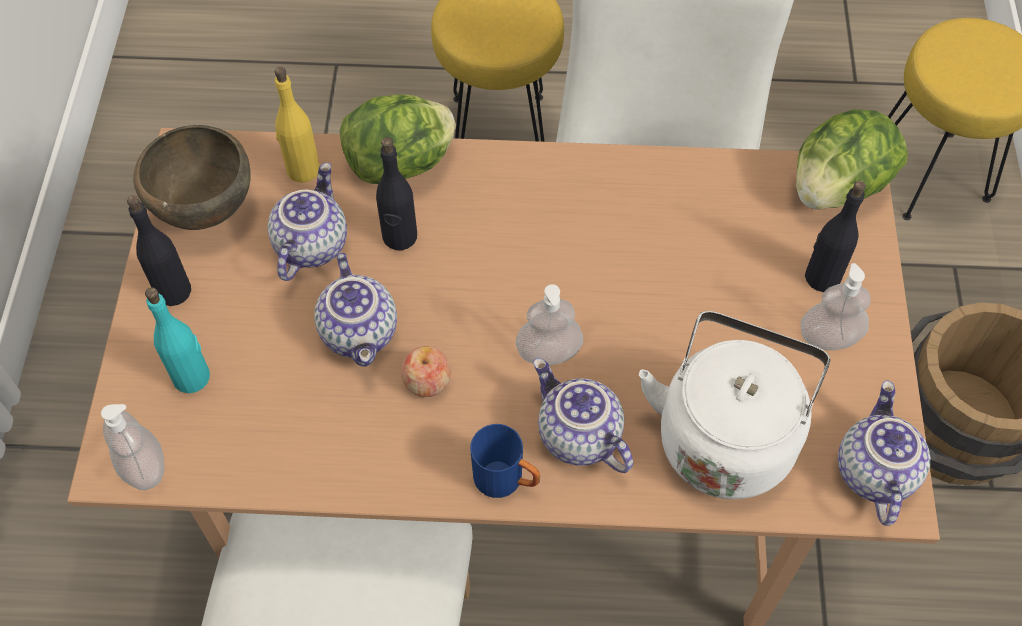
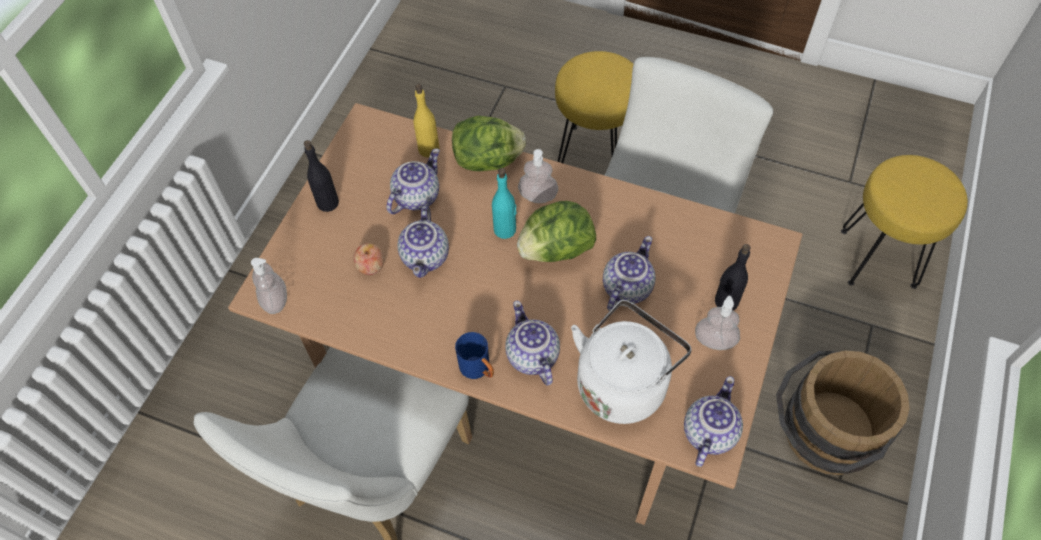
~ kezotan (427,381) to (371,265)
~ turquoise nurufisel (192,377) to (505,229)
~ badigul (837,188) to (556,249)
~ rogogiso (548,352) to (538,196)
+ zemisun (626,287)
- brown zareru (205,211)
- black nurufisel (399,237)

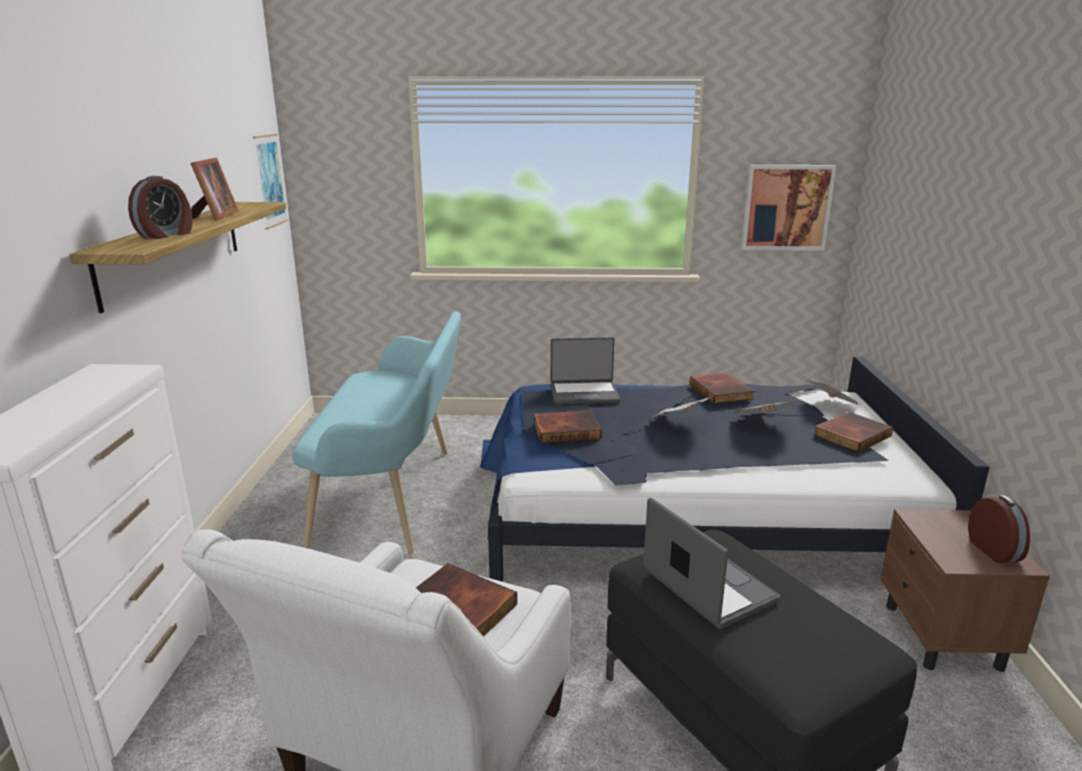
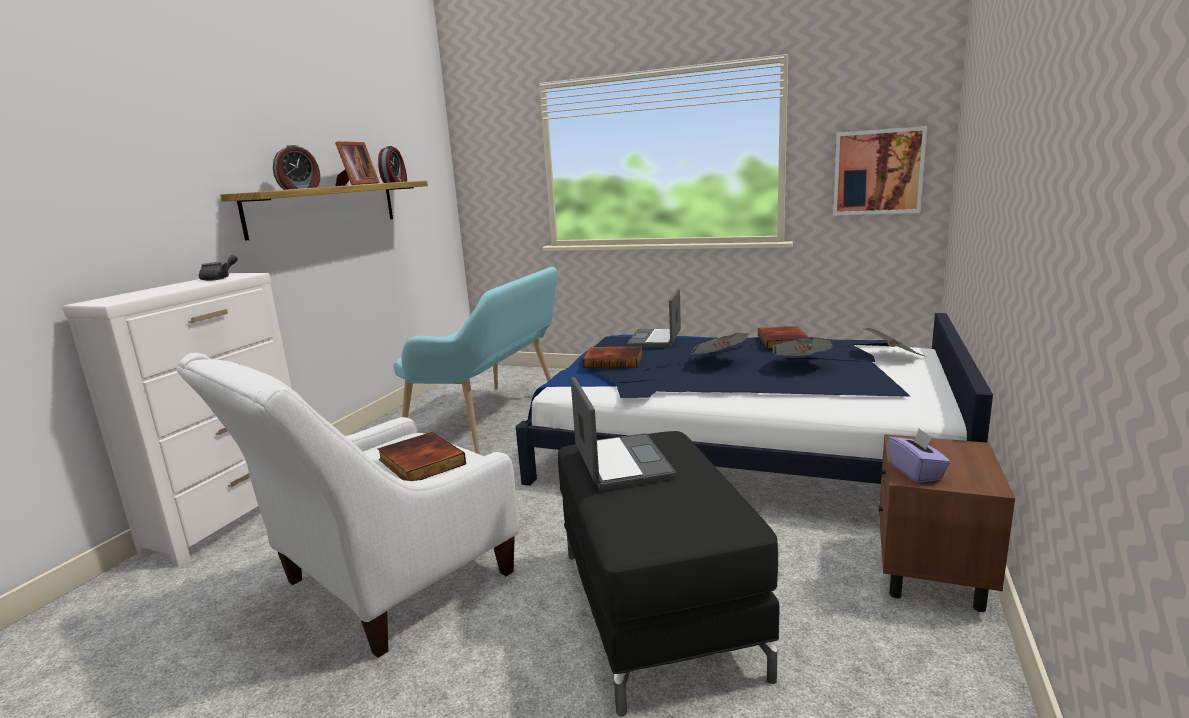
+ grey zemisun (220,278)
~ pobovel (995,550) to (395,182)
~ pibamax (584,394) = (656,339) 90 degrees clockwise
+ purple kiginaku (916,472)
- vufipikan (270,181)
- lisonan (851,435)

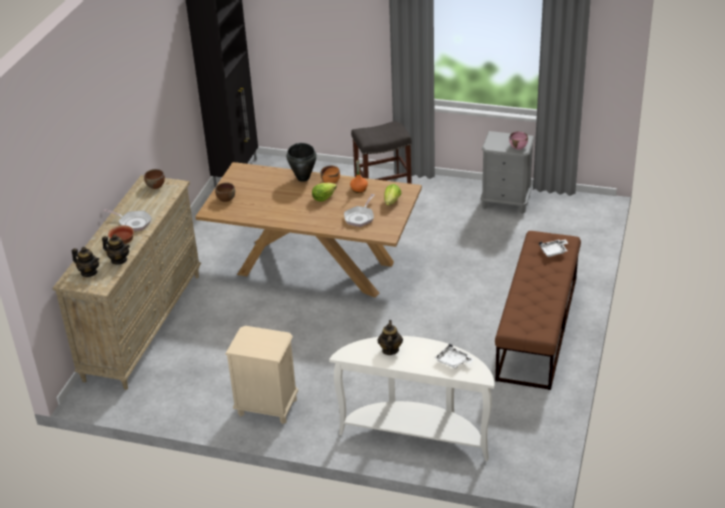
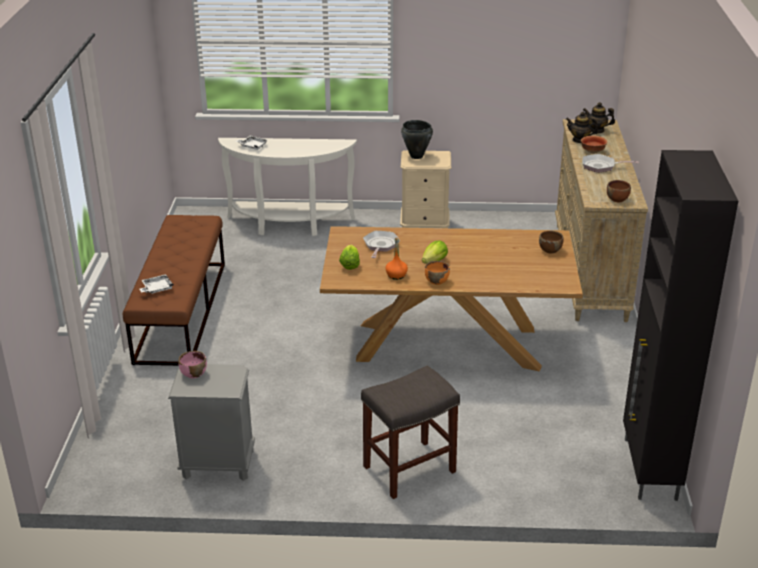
~ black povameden (303,178) to (416,156)
- zemisun (390,350)

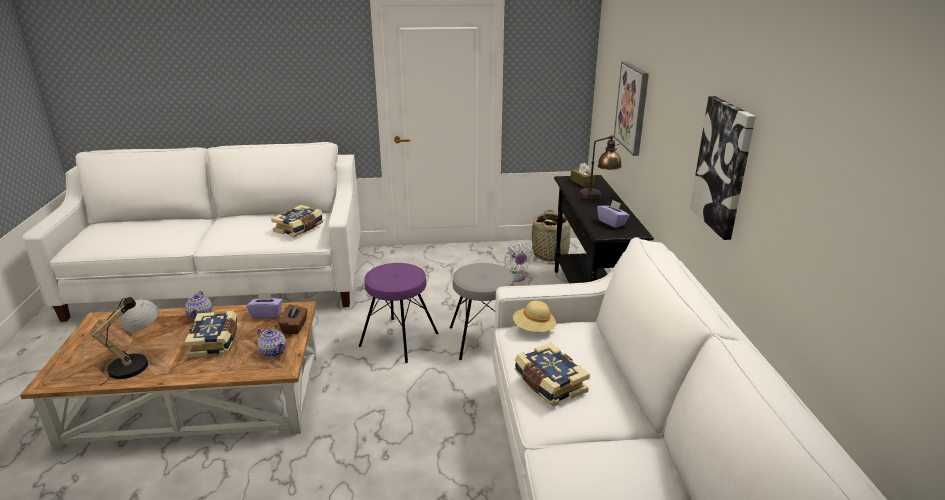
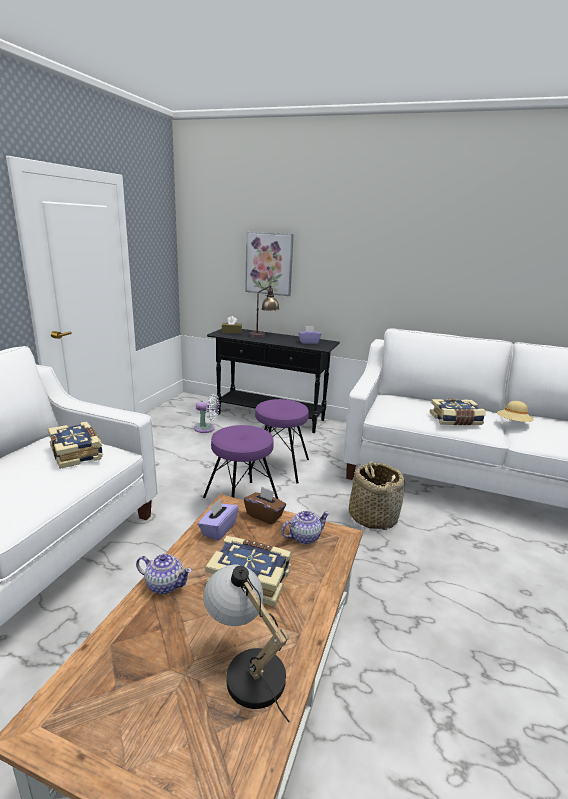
~ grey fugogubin (482,340) to purple fugogubin (279,466)
~ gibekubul (550,254) to (372,516)
~ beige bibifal (533,329) to (513,424)
- vufipikan (723,166)

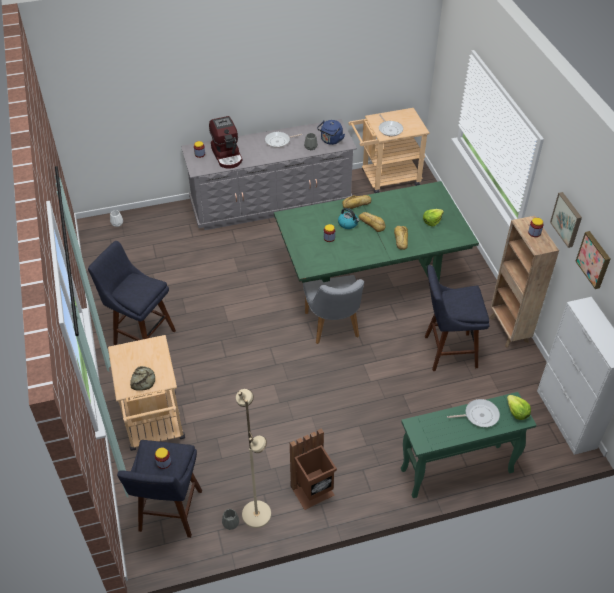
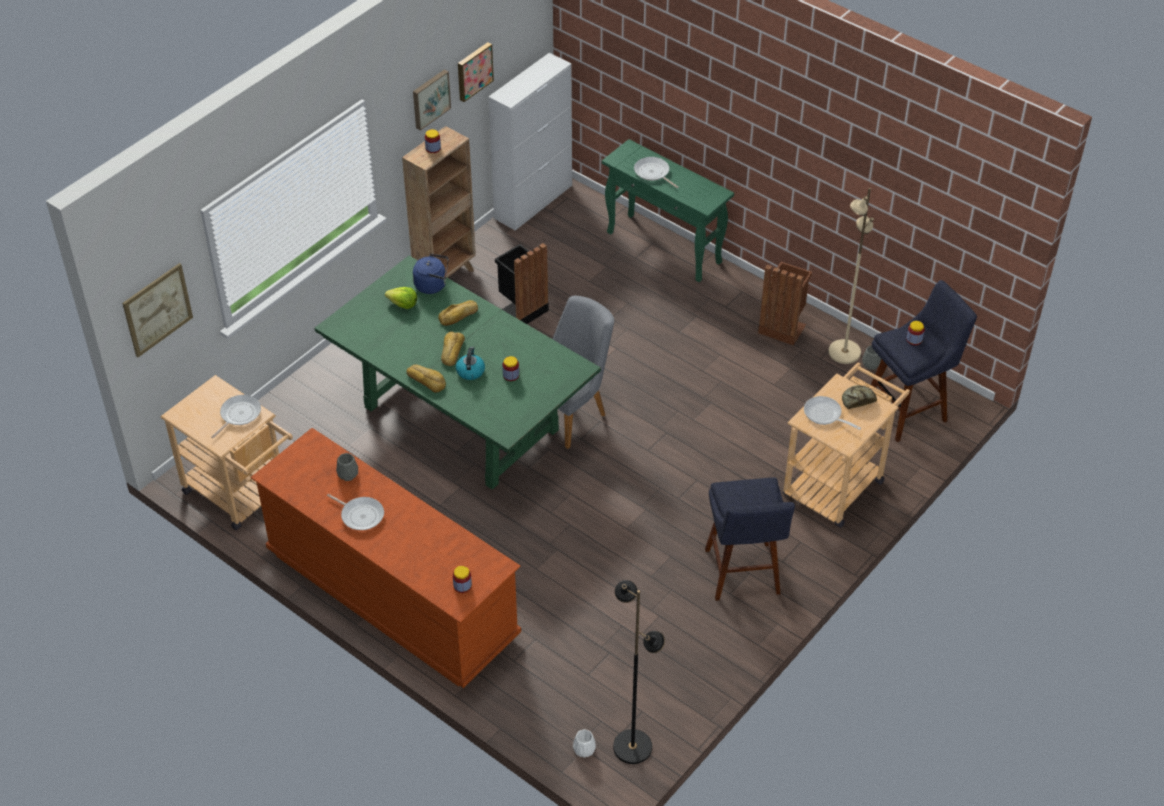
+ vufipikan (157,309)
~ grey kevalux (271,202) to brown kevalux (392,594)
~ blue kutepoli (330,141) to (433,285)
~ blue fugogubin (446,352) to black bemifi (521,310)
+ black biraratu (633,746)
+ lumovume (825,415)
- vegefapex (227,155)
- badigul (517,412)

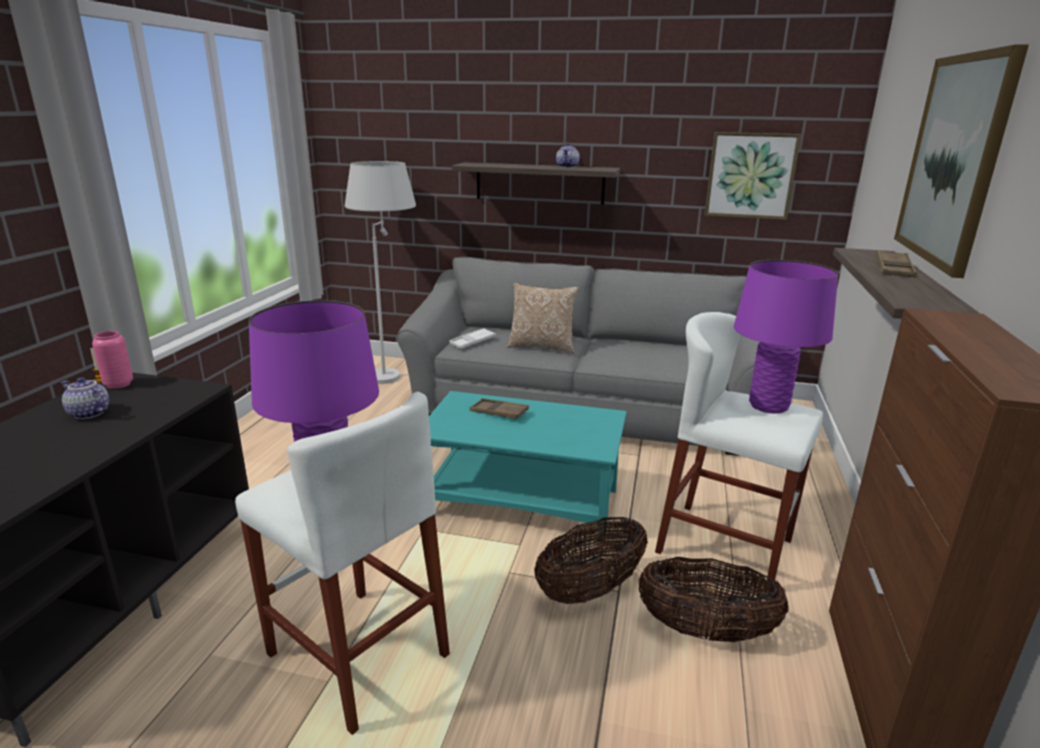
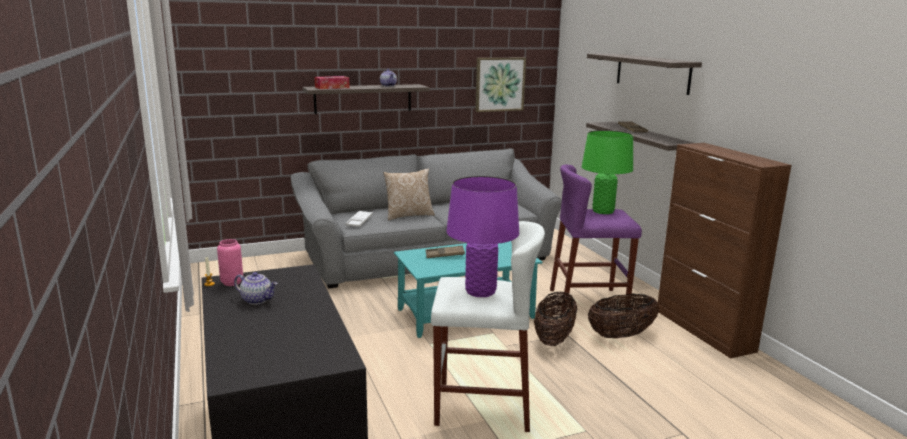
~ zemisun (88,413) = (257,300) 150 degrees counterclockwise
+ kiginaku (332,87)
~ white fugogubin (725,546) to purple fugogubin (588,301)
~ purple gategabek (768,406) to green gategabek (603,211)
~ vufipikan (954,160) to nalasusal (652,73)
- white biraratu (391,371)

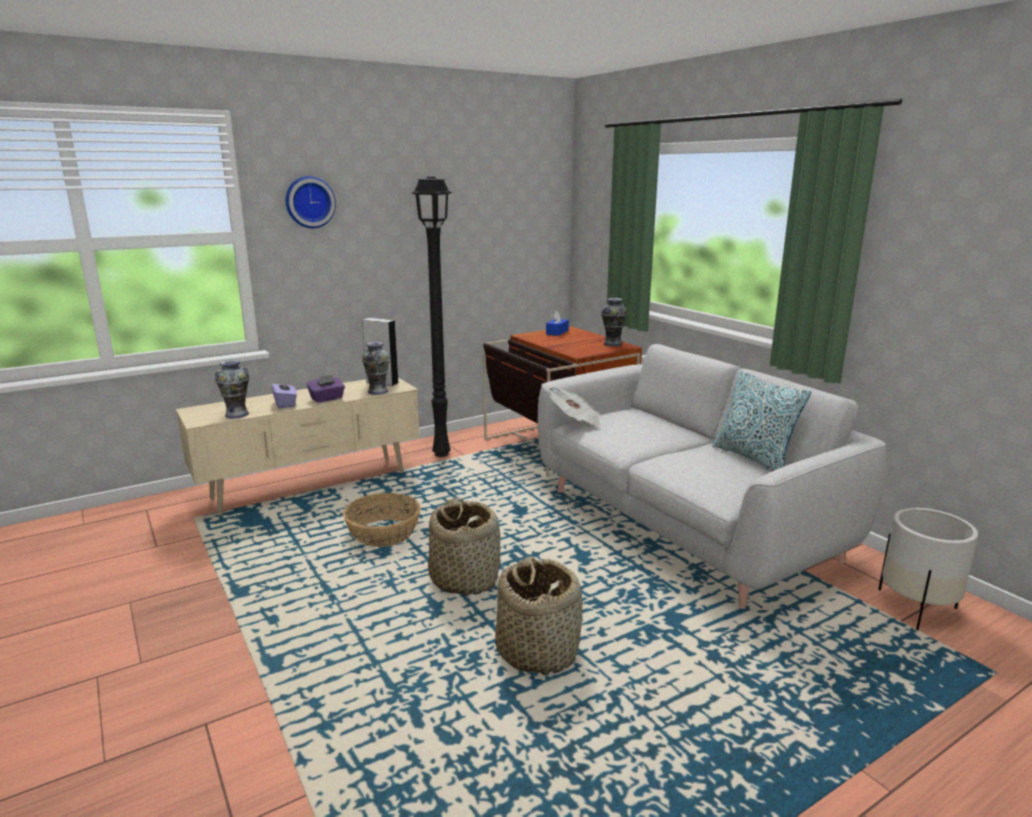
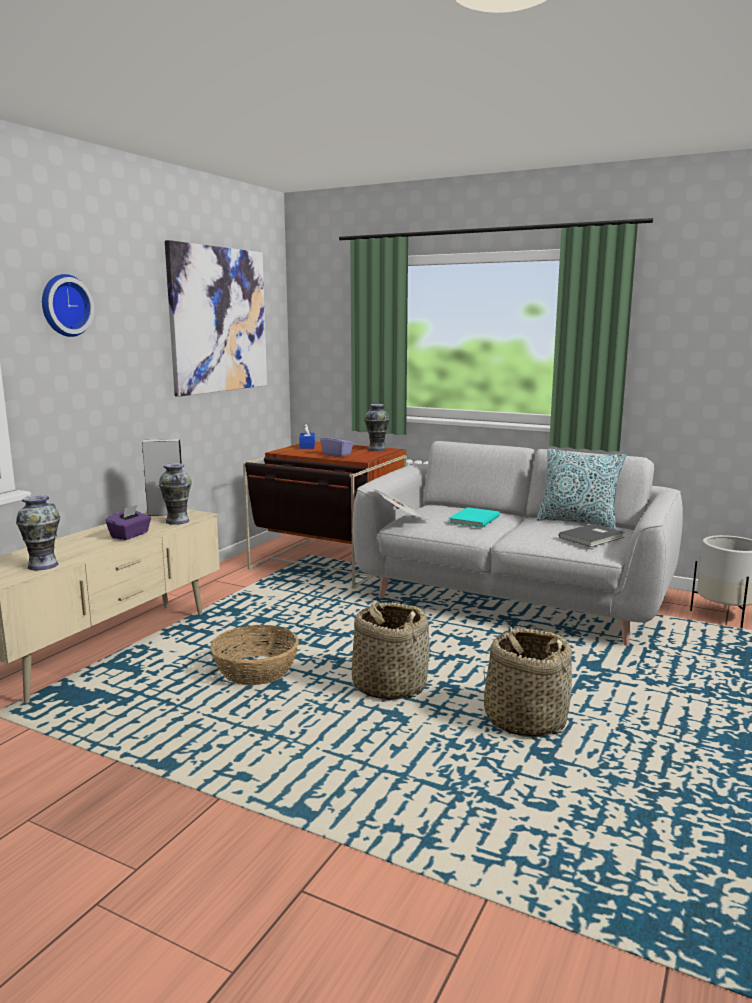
+ vufipikan (218,320)
~ purple kiginaku (285,404) to (337,454)
+ turquoise lisonan (472,519)
+ grey lisonan (593,537)
- black biraratu (443,454)

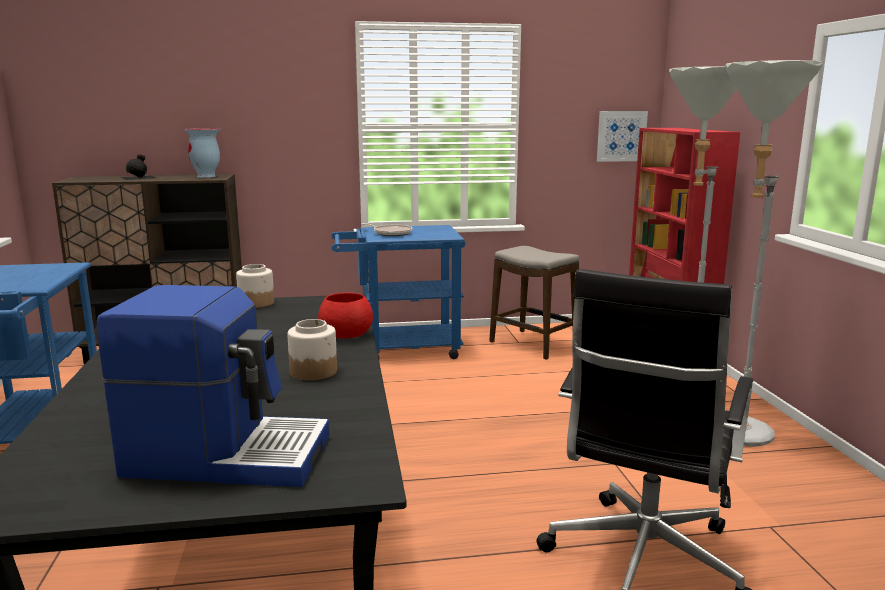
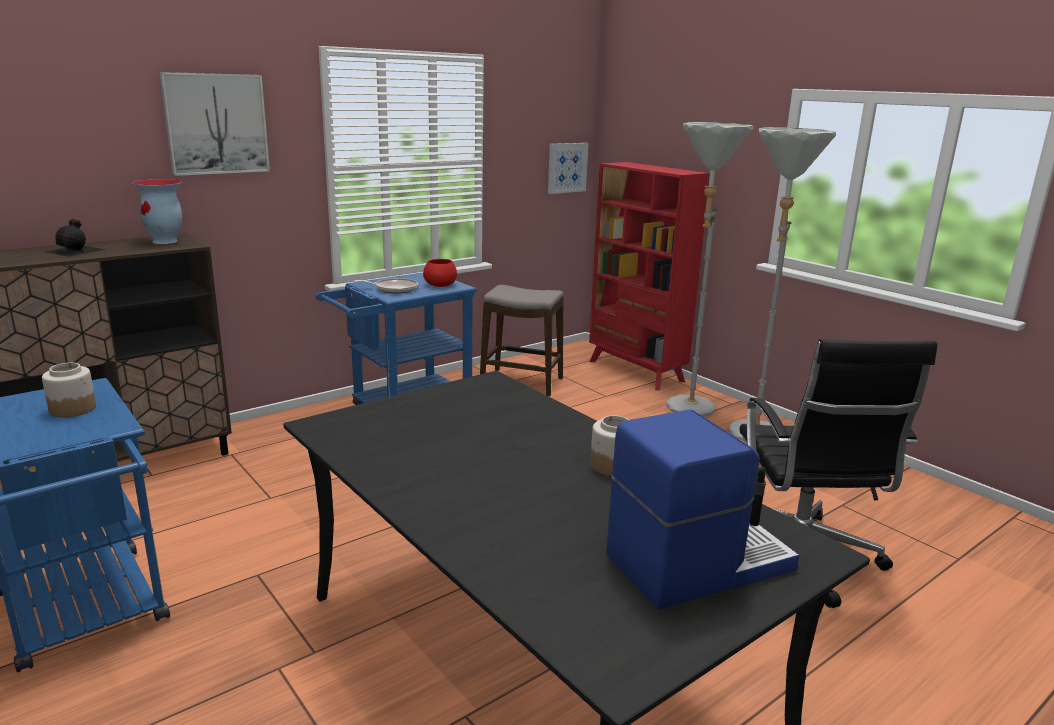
~ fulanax (256,303) to (73,409)
+ vufipikan (216,124)
~ red zareru (347,334) to (440,285)

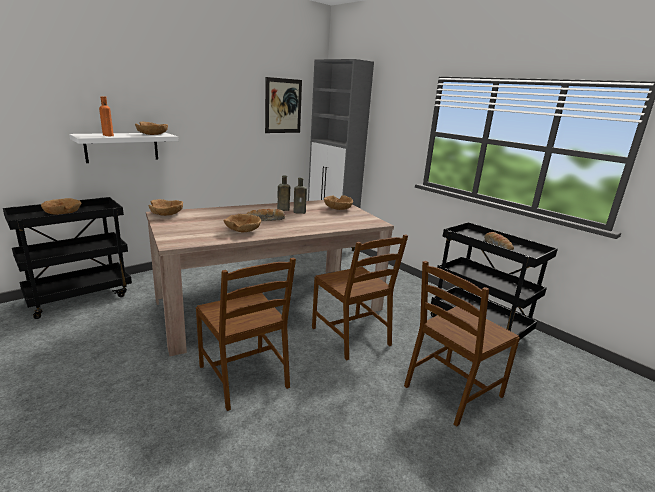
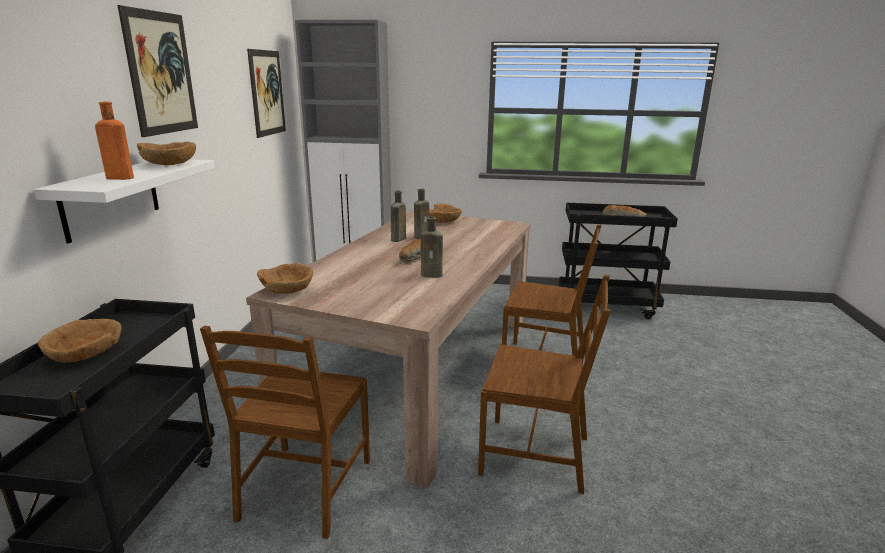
+ vufipikan (161,73)
~ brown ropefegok (452,391) to (305,489)
~ brown zareru (242,230) to brown nurufisel (433,275)

